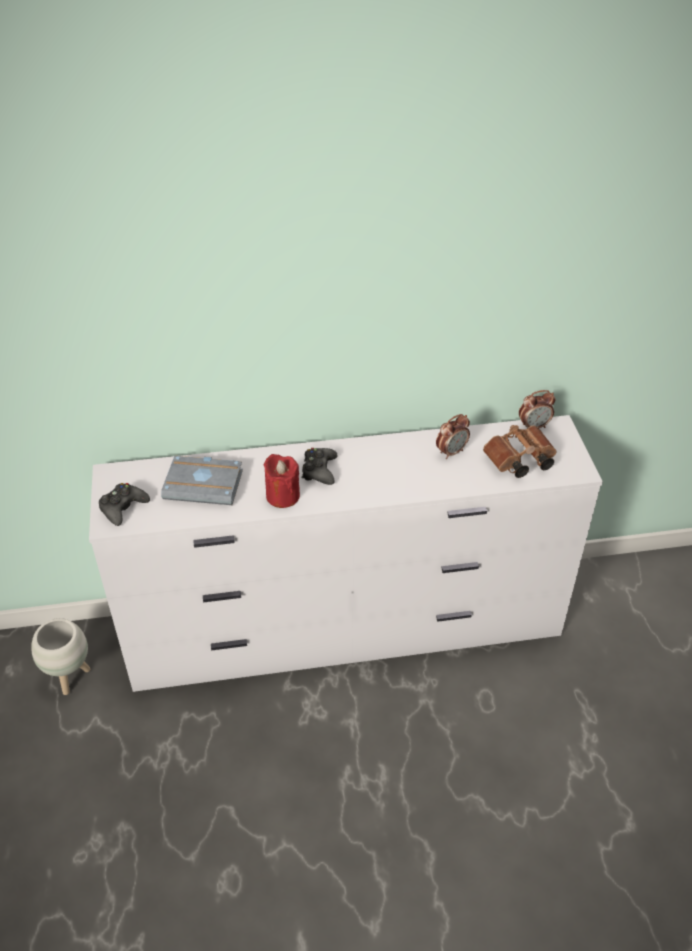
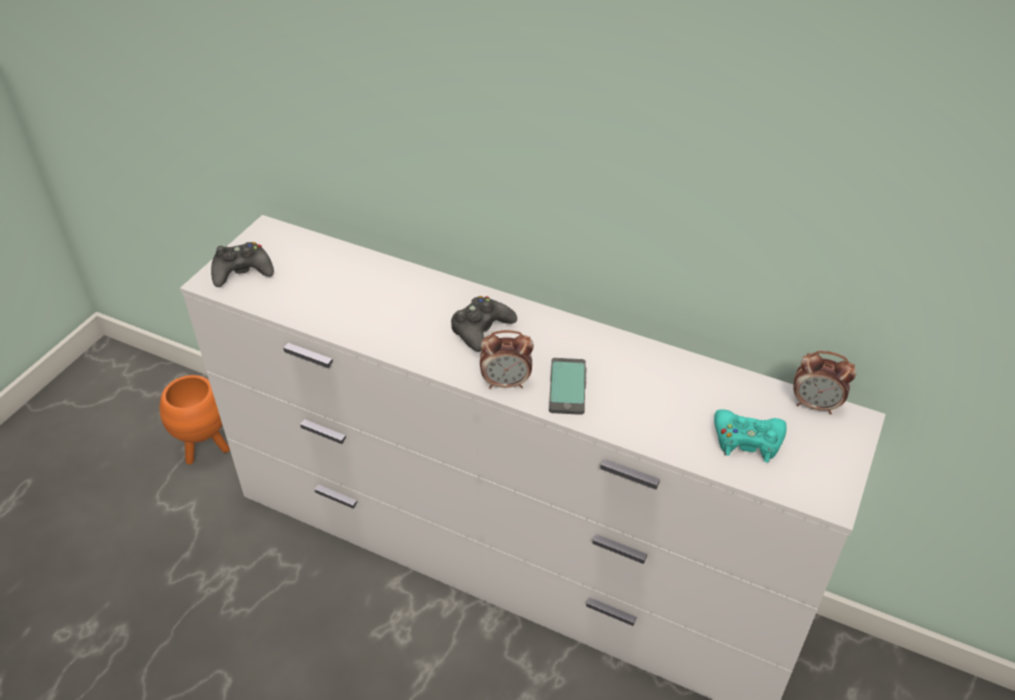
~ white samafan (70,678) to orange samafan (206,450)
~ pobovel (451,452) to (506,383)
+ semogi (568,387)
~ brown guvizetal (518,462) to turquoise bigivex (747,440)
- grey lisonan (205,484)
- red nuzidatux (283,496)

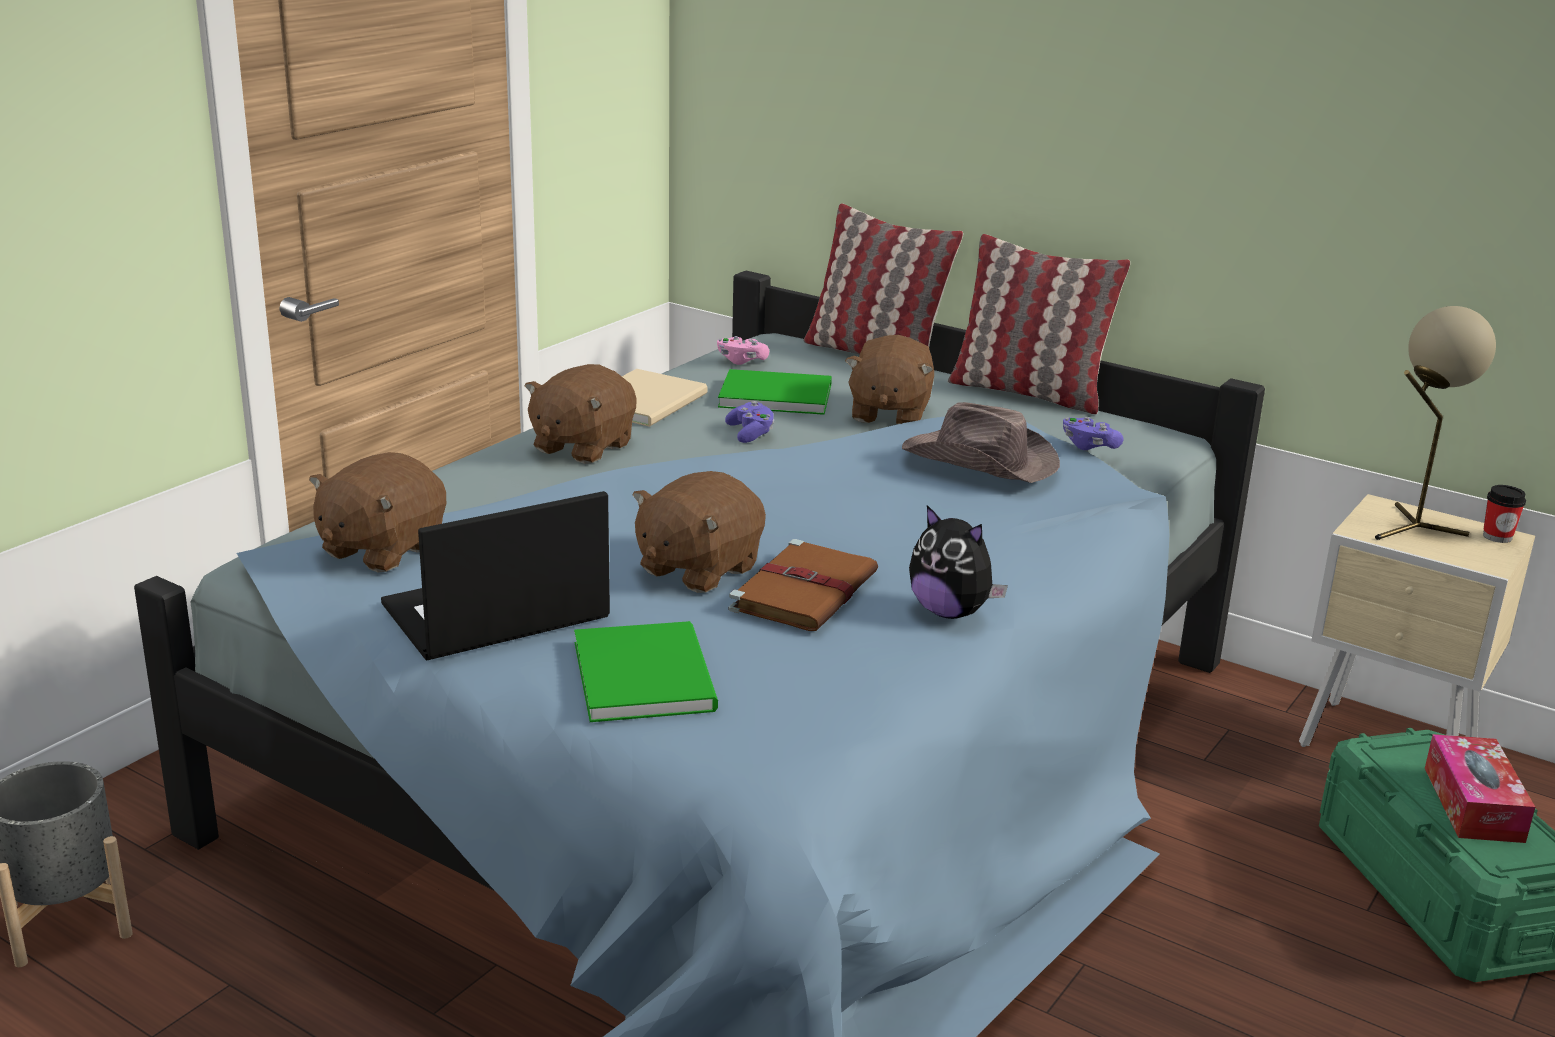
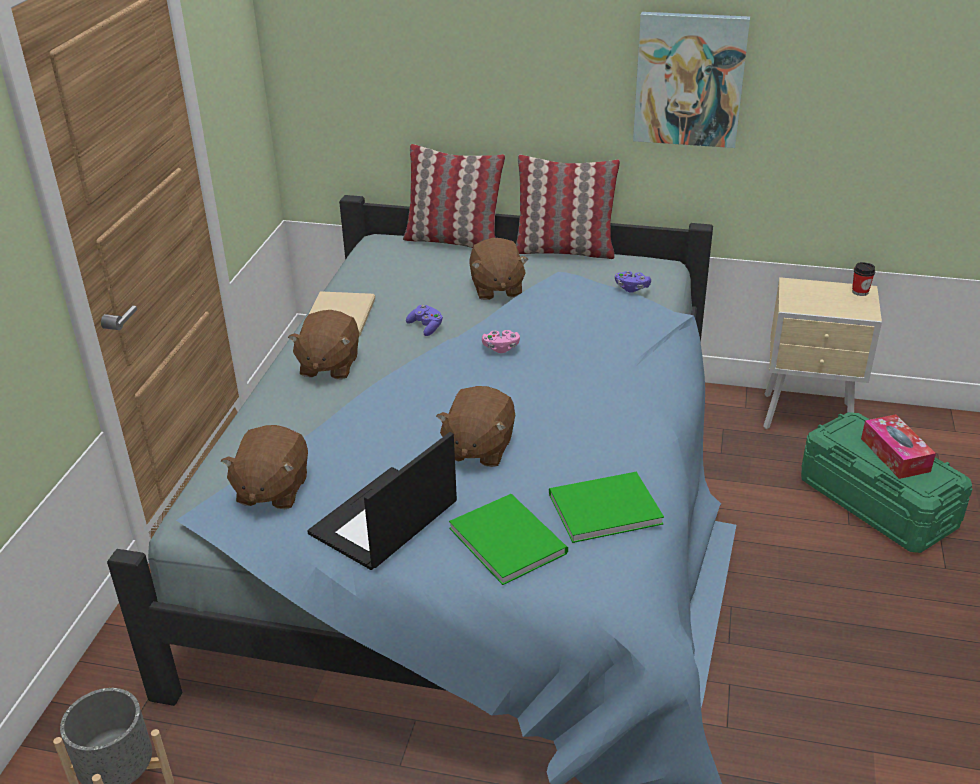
~ pink bigivex (741,361) to (501,348)
~ green lisonan (772,395) to (601,508)
+ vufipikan (689,79)
- brown lisonan (805,590)
- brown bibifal (981,461)
- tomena (950,612)
- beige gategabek (1411,528)

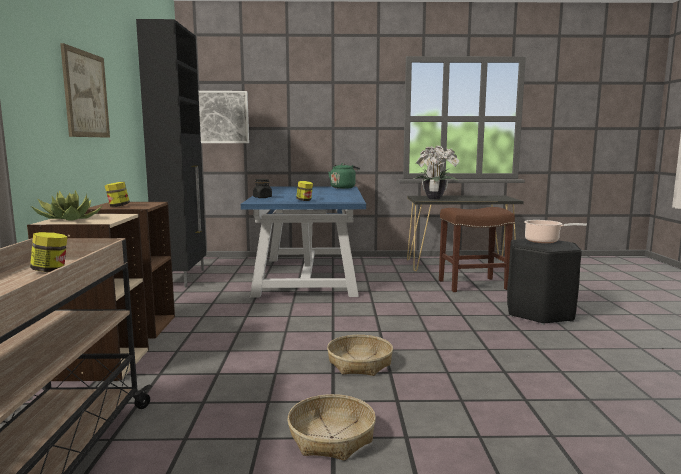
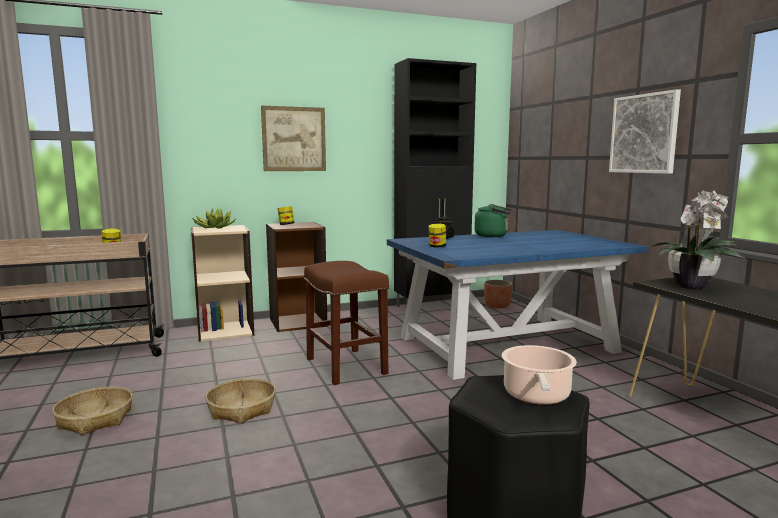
~ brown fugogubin (472,285) to (345,366)
~ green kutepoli (343,187) to (493,236)
+ samafan (497,306)
~ vufipikan (222,117) to (644,134)

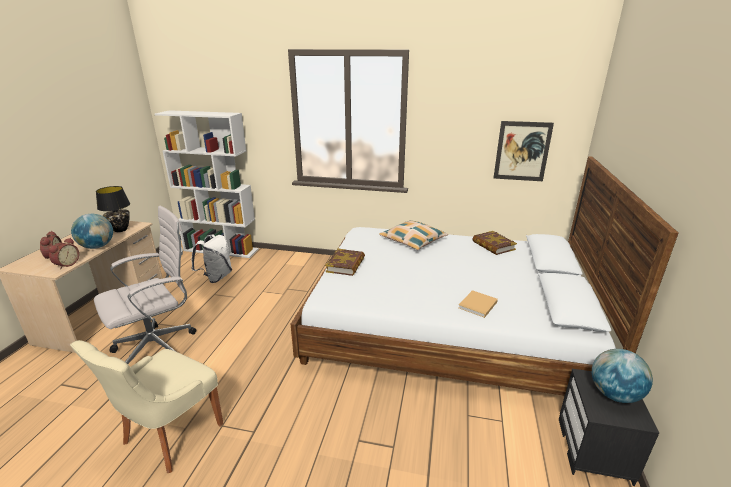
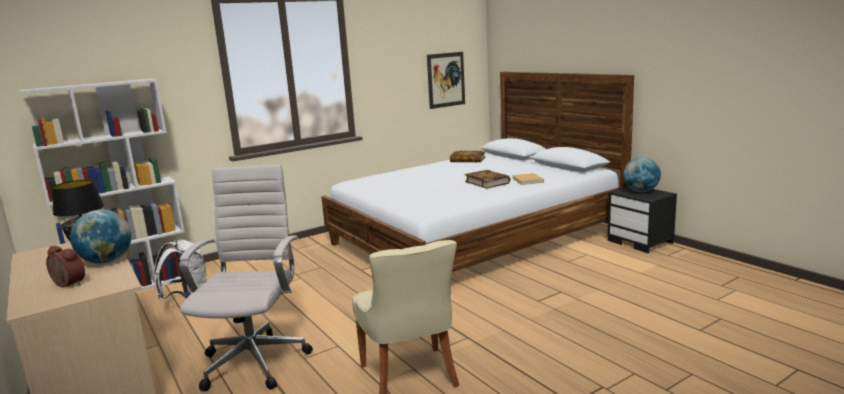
~ lisonan (346,265) to (487,182)
- pobovel (66,264)
- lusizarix (413,240)

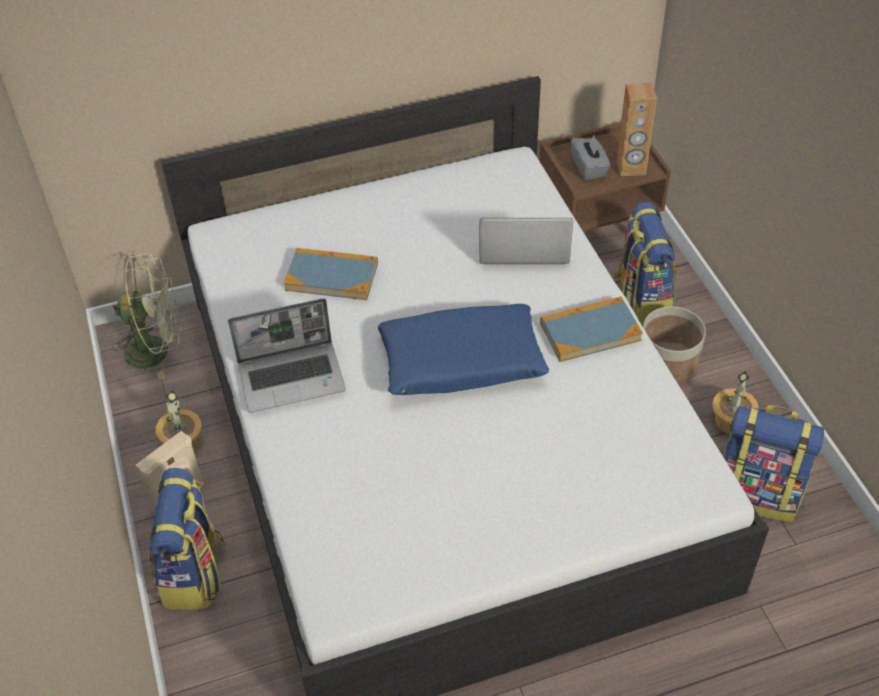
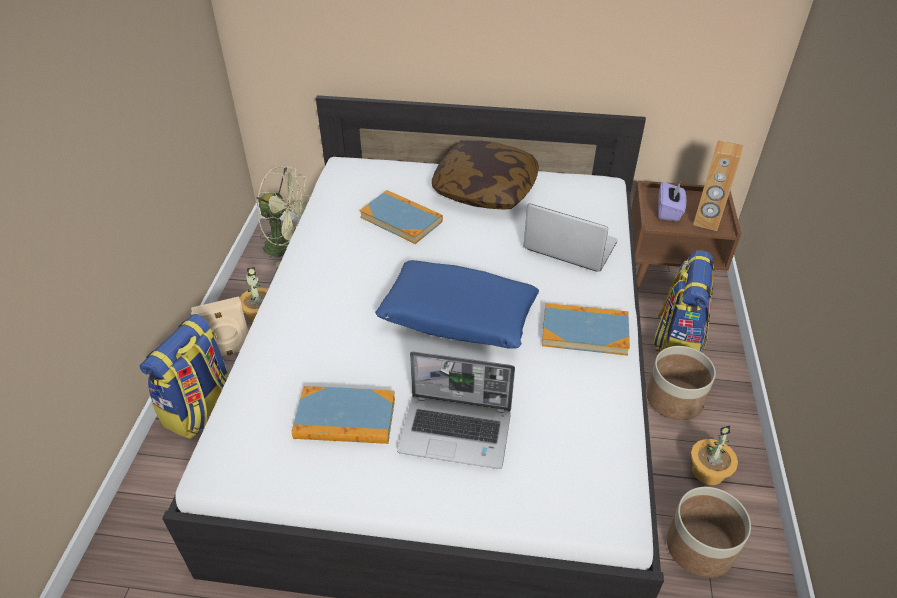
+ lisonan (345,418)
~ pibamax (292,377) to (457,431)
+ lusizarix (485,190)
~ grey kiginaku (589,168) to purple kiginaku (669,211)
~ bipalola (757,493) to samafan (700,547)

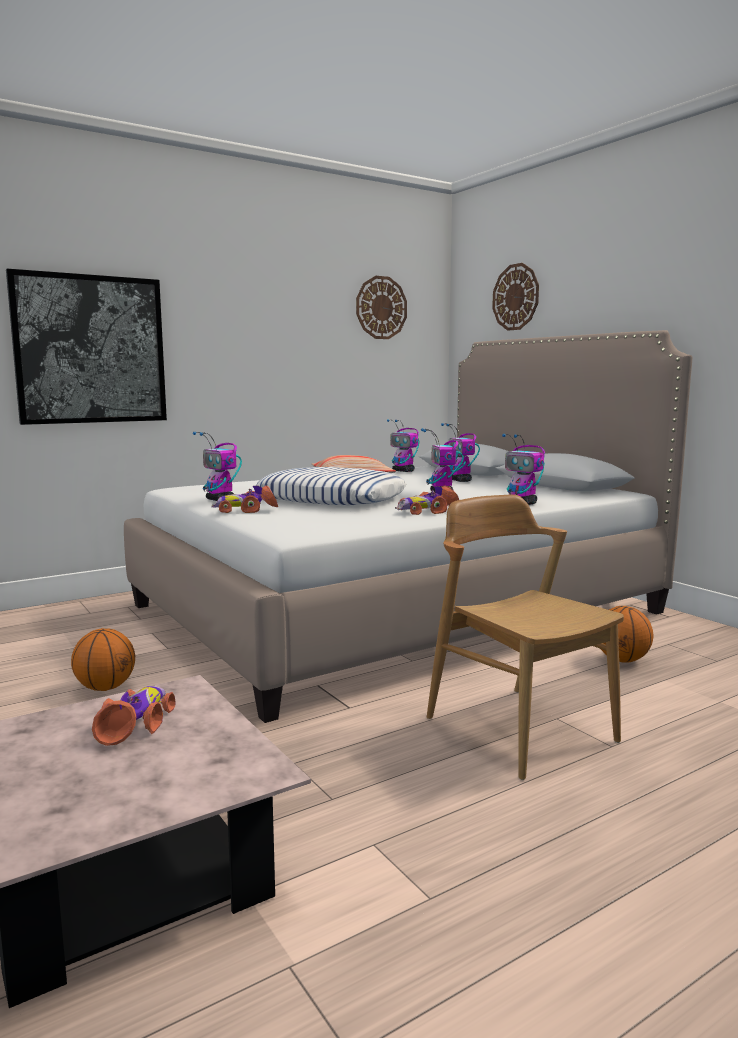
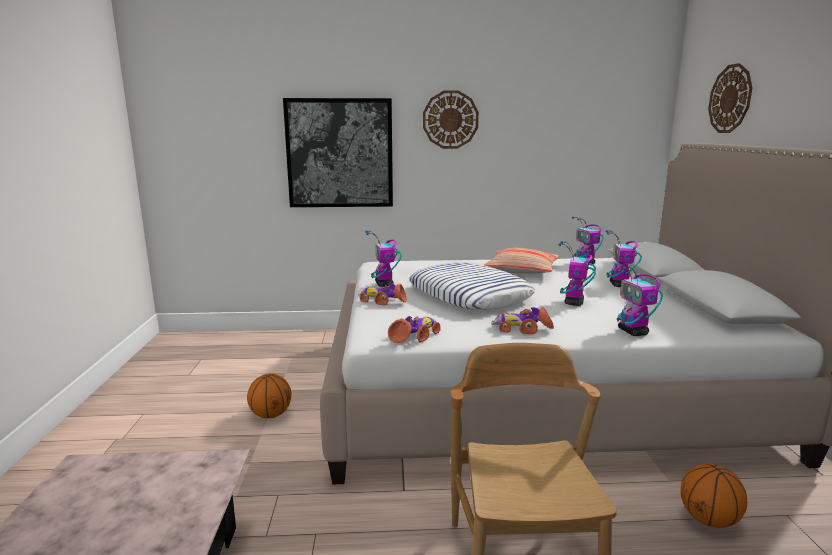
~ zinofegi (136,723) to (415,335)
~ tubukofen (381,308) to (450,120)

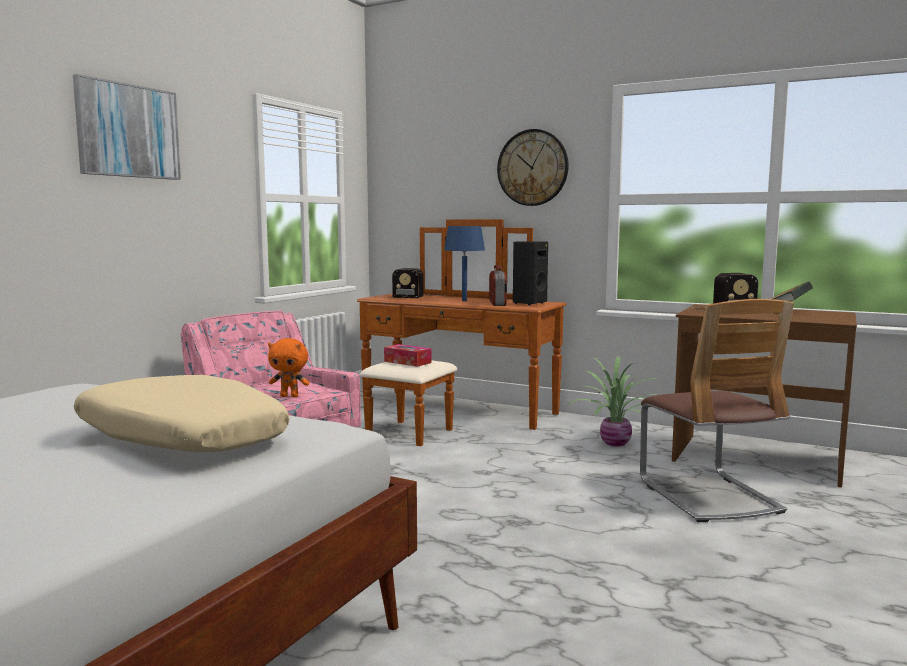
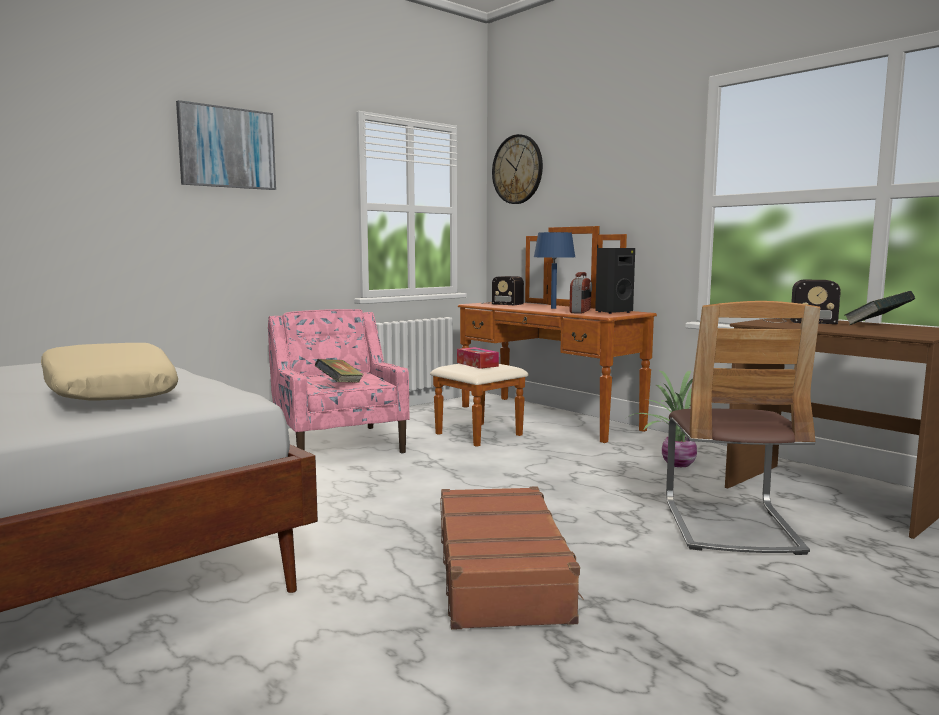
~ orange tomena (290,396) to lisonan (340,385)
+ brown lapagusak (502,573)
~ tubukofen (532,168) to (517,169)

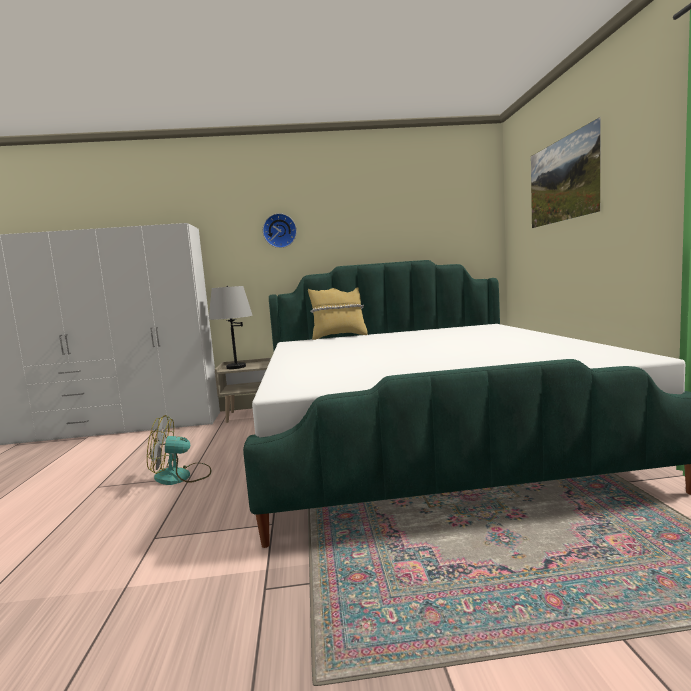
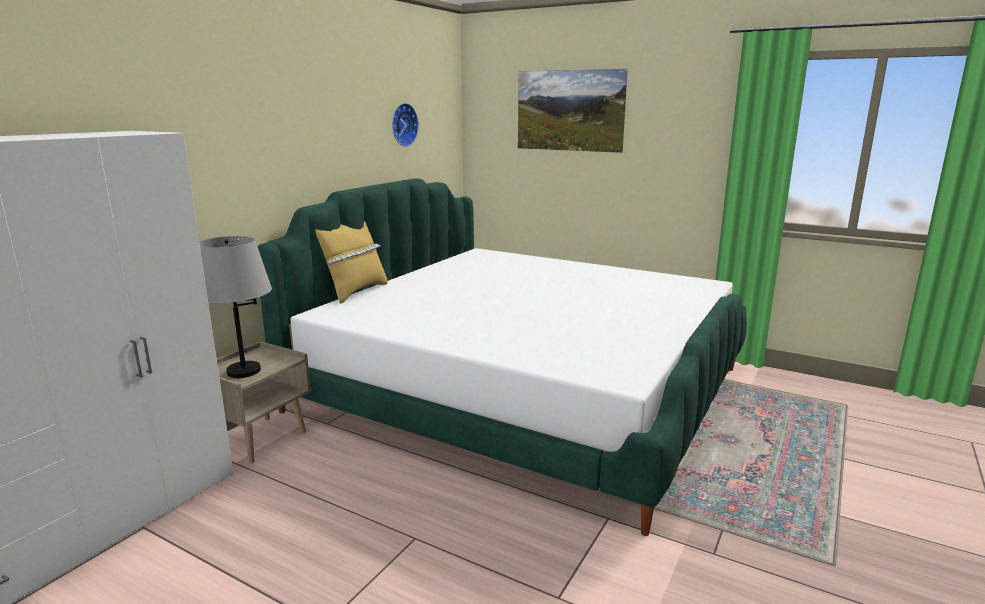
~ tubukofen (279,231) to (402,125)
- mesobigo (181,476)

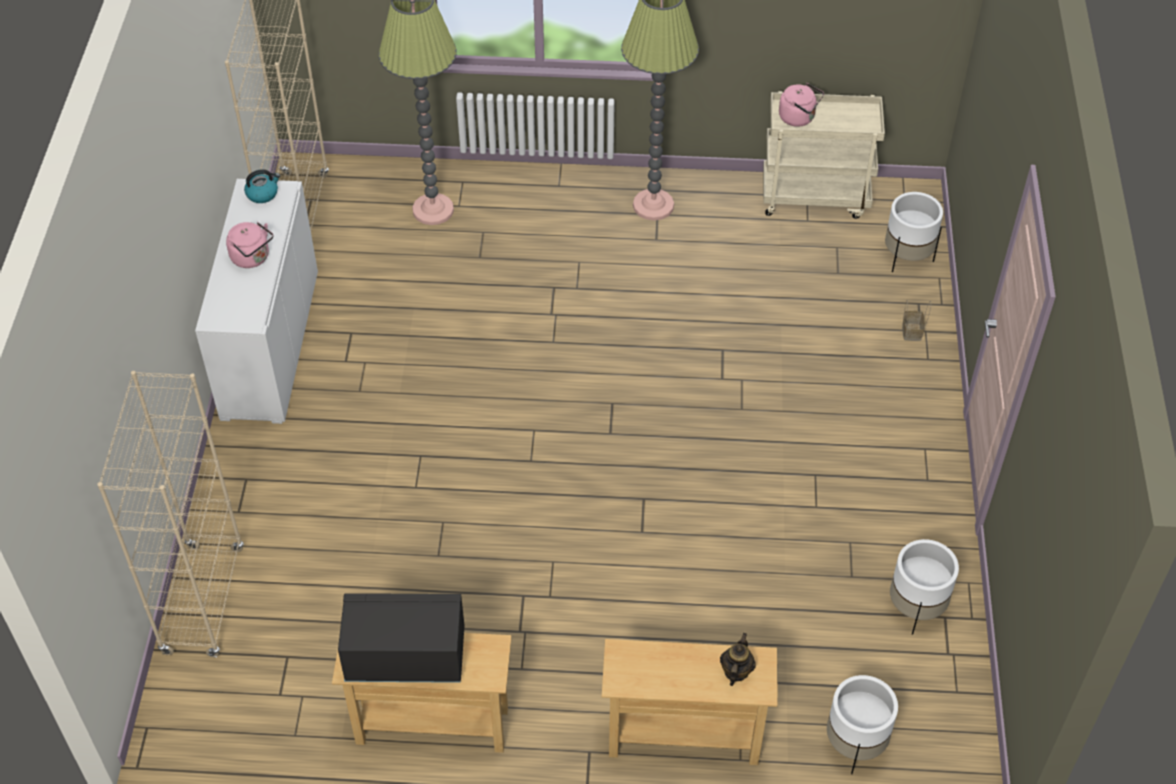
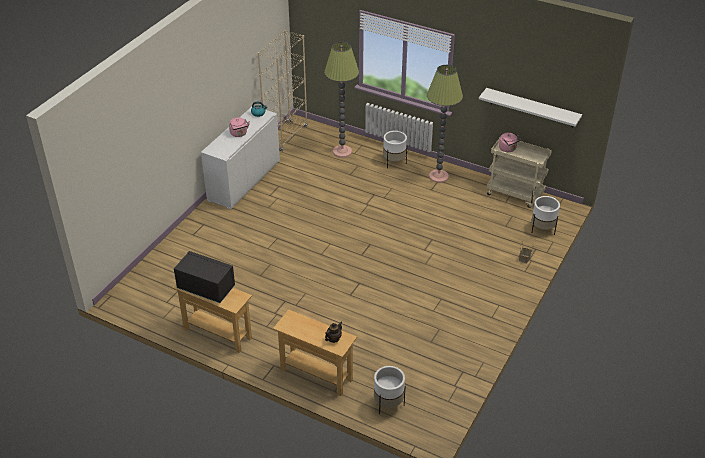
~ white samafan (915,608) to (394,162)
+ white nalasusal (532,108)
- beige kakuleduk (203,601)

